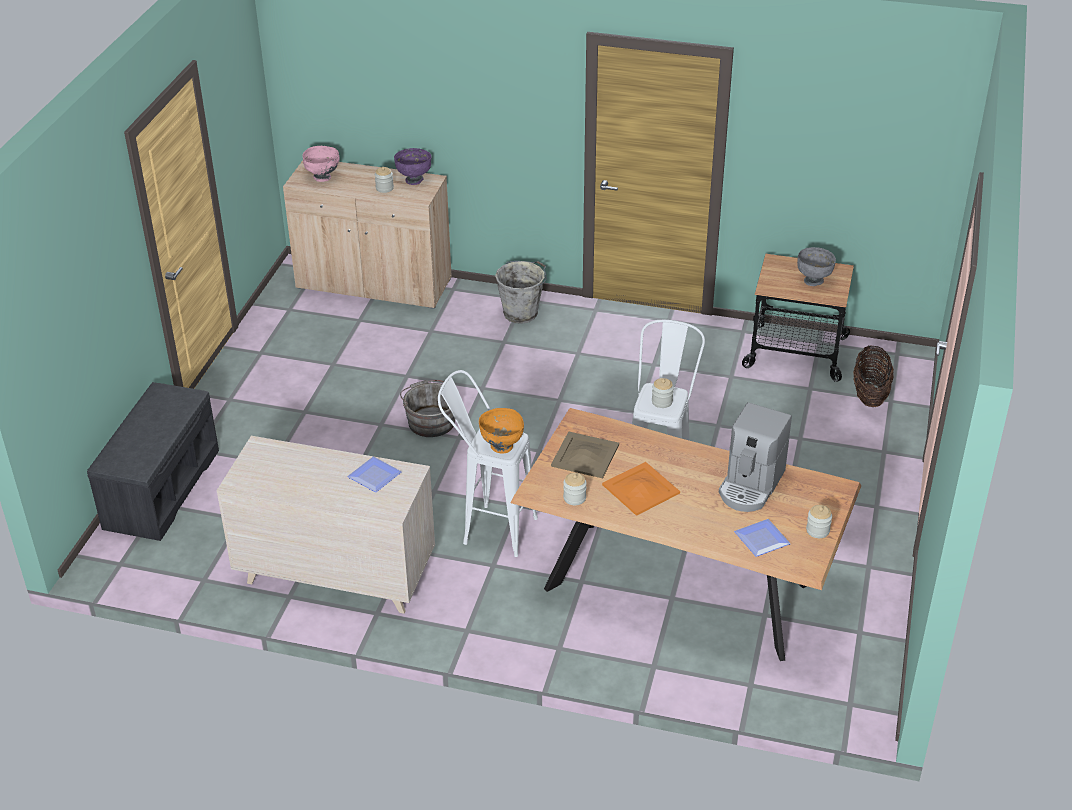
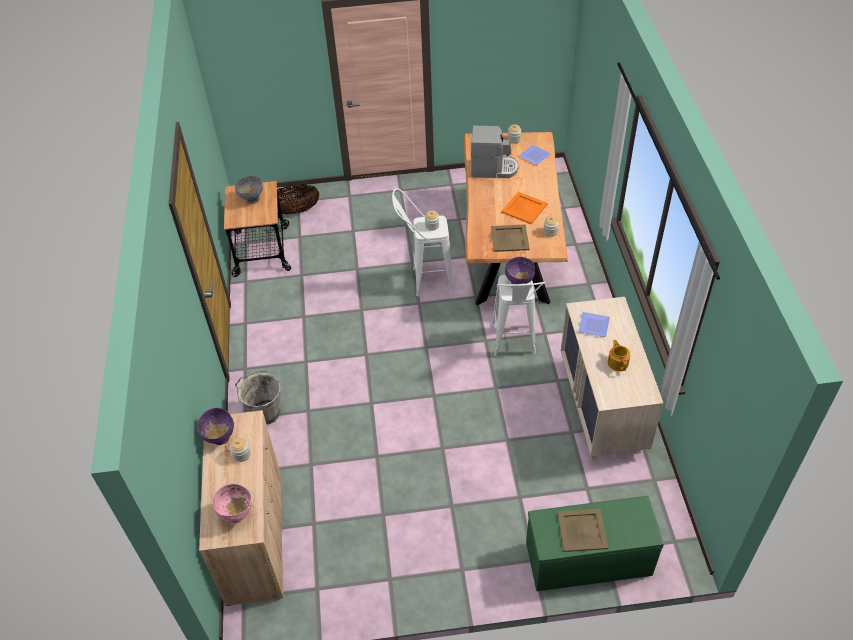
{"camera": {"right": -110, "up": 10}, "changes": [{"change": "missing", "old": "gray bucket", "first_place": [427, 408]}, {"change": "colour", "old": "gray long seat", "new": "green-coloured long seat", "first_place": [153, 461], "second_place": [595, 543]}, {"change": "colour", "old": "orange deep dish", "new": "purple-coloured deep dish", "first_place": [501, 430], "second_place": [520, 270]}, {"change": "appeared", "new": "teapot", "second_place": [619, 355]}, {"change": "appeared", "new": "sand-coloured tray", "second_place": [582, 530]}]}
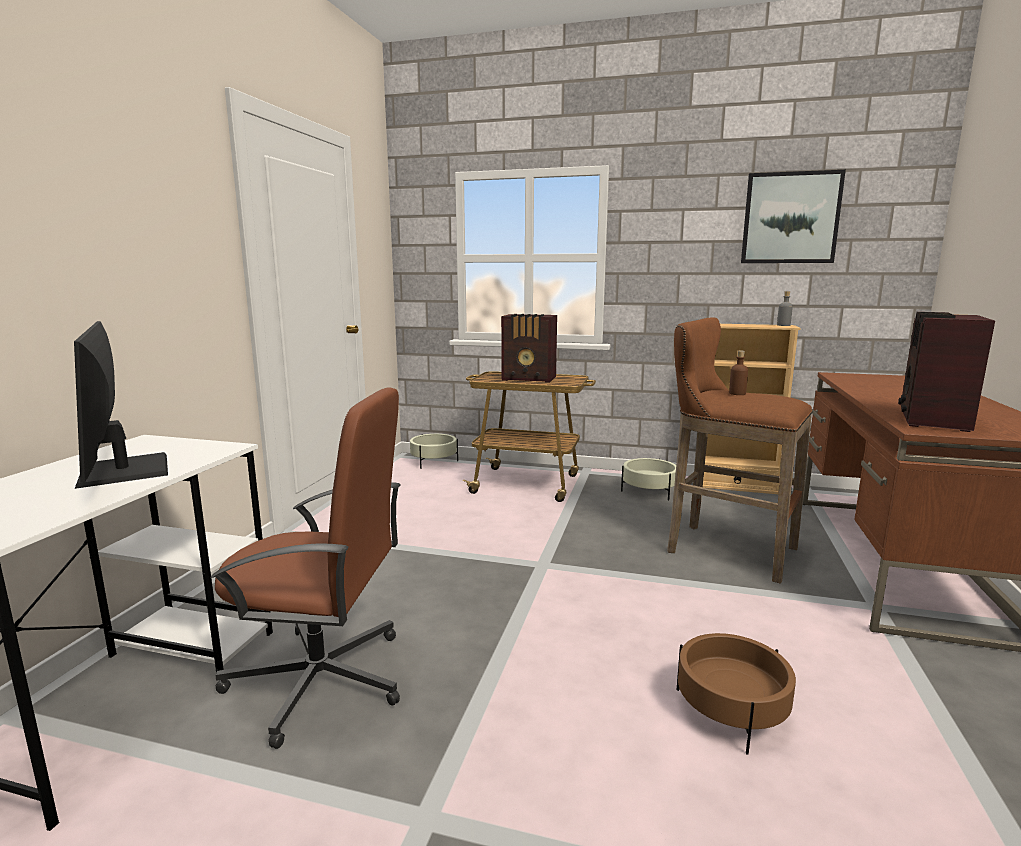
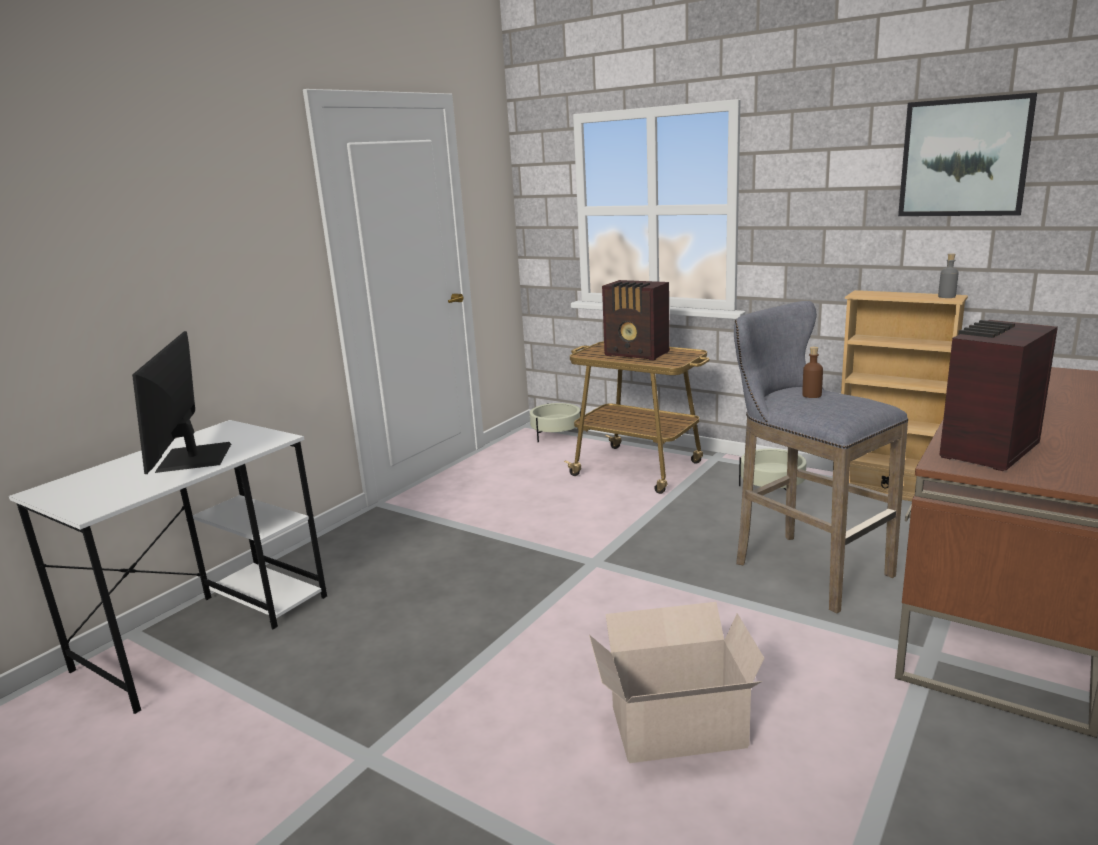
{"camera": {"right": 20, "up": 5}, "changes": [{"change": "colour", "old": "brown-coloured sitting stool", "new": "gray sitting stool", "first_place": [740, 450], "second_place": [821, 457]}, {"change": "missing", "old": "brown-coloured desk chair", "first_place": [306, 568]}, {"change": "exchanged", "old": "brown-coloured plant pot", "new": "cardboard box", "first_place": [736, 693], "second_place": [676, 682]}]}
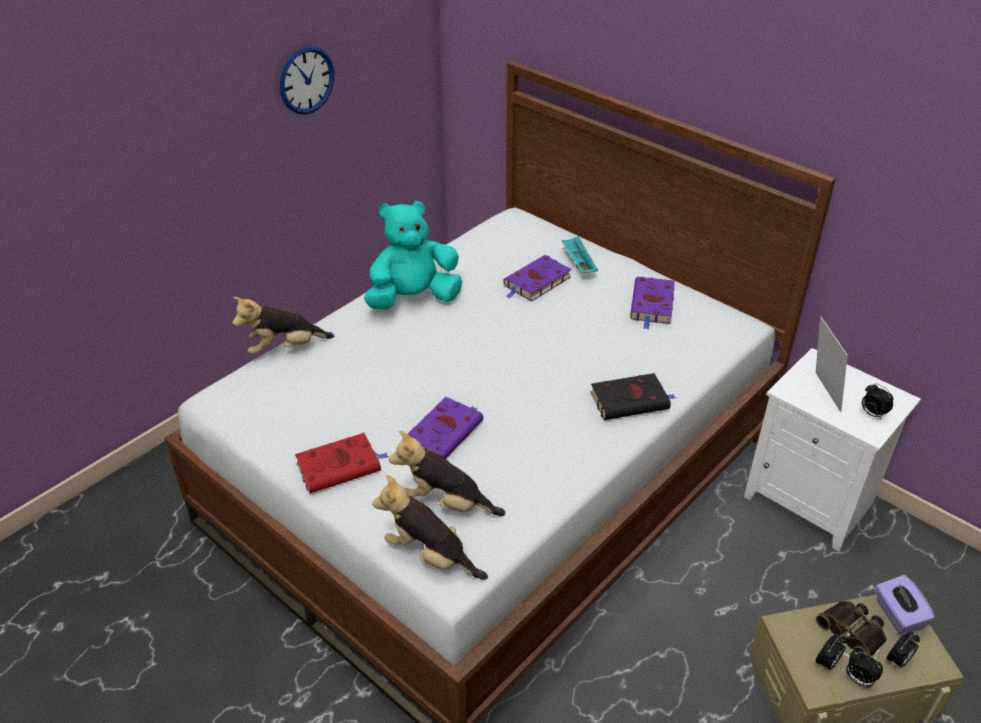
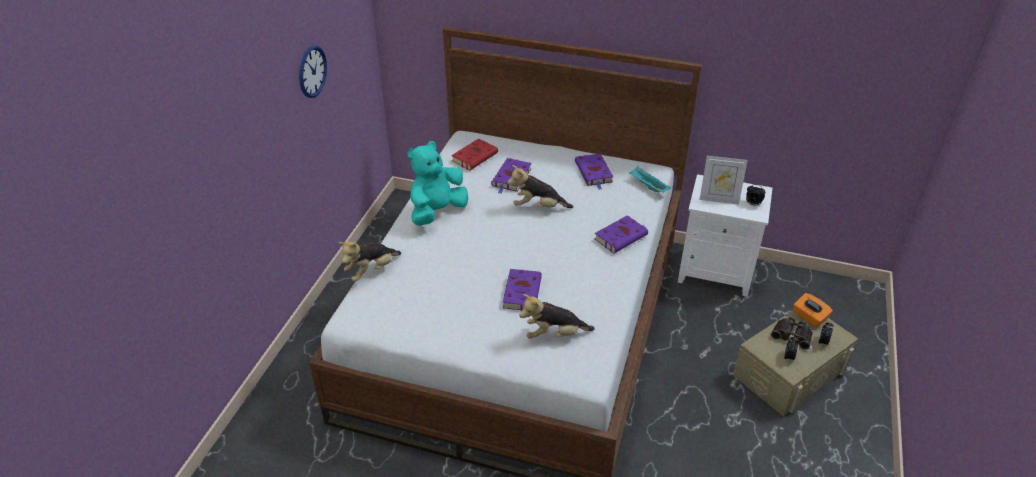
{"camera": {"right": -25, "up": 0}, "changes": [{"change": "relocated", "old": "turquoise-coloured tray", "first_place": [580, 254], "second_place": [650, 179]}, {"change": "spun", "old": "standing frame", "first_place": [832, 364], "second_place": [724, 180], "degrees": 135}, {"change": "colour", "old": "black-coloured volume", "new": "purple-coloured volume", "first_place": [633, 396], "second_place": [621, 234]}, {"change": "relocated", "old": "red volume", "first_place": [342, 463], "second_place": [474, 154]}, {"change": "relocated", "old": "cuddly toy", "first_place": [430, 527], "second_place": [540, 186]}, {"change": "colour", "old": "purple-coloured tissue box", "new": "orange tissue box", "first_place": [905, 604], "second_place": [813, 310]}, {"change": "missing", "old": "table clock", "first_place": [864, 669]}]}
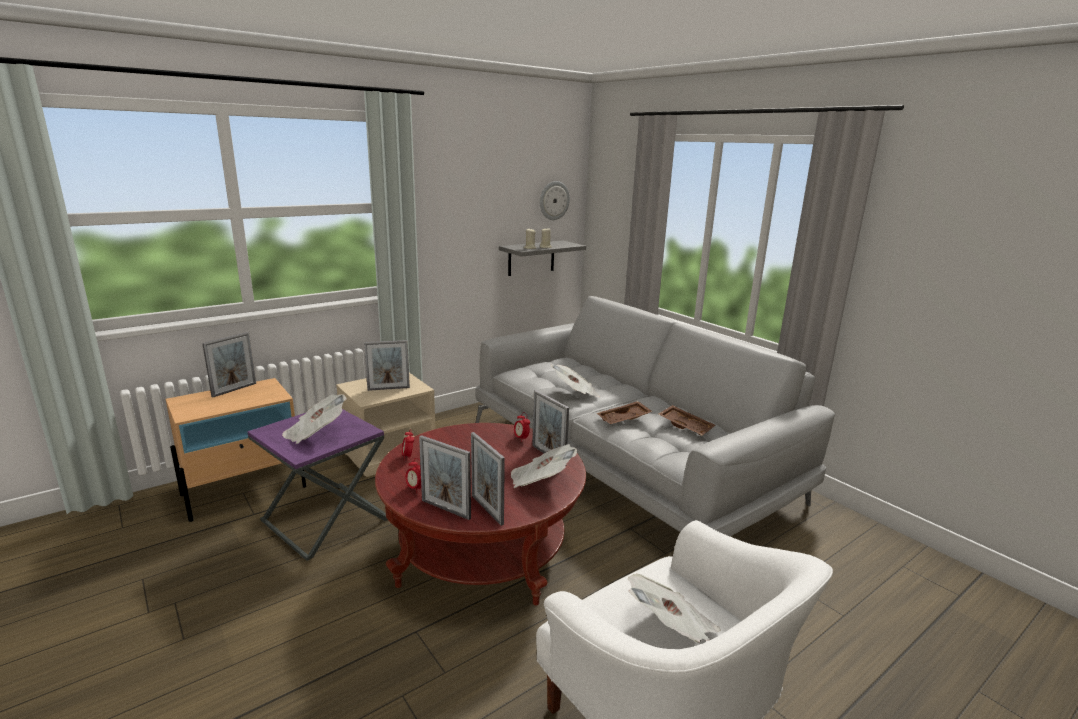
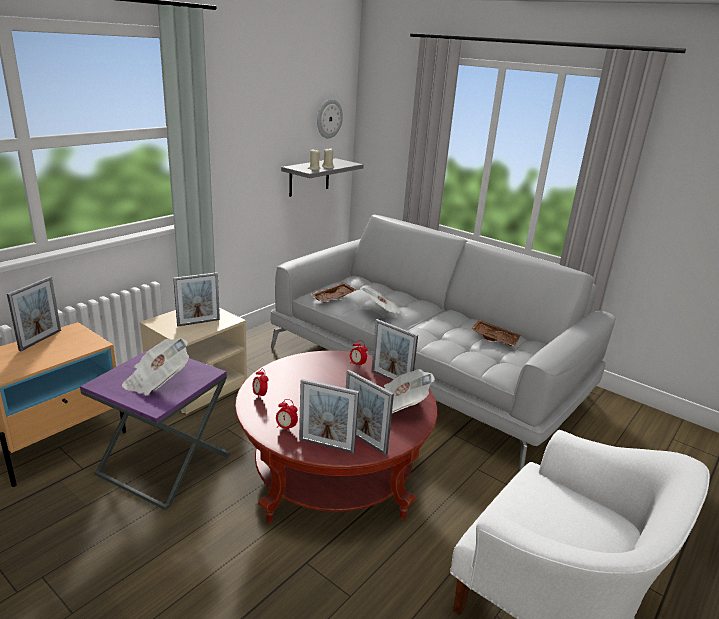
{"camera": {"right": -15, "up": 5}, "changes": [{"change": "relocated", "old": "brown-coloured tray", "first_place": [625, 412], "second_place": [333, 292]}, {"change": "missing", "old": "printed paper", "first_place": [674, 608]}]}
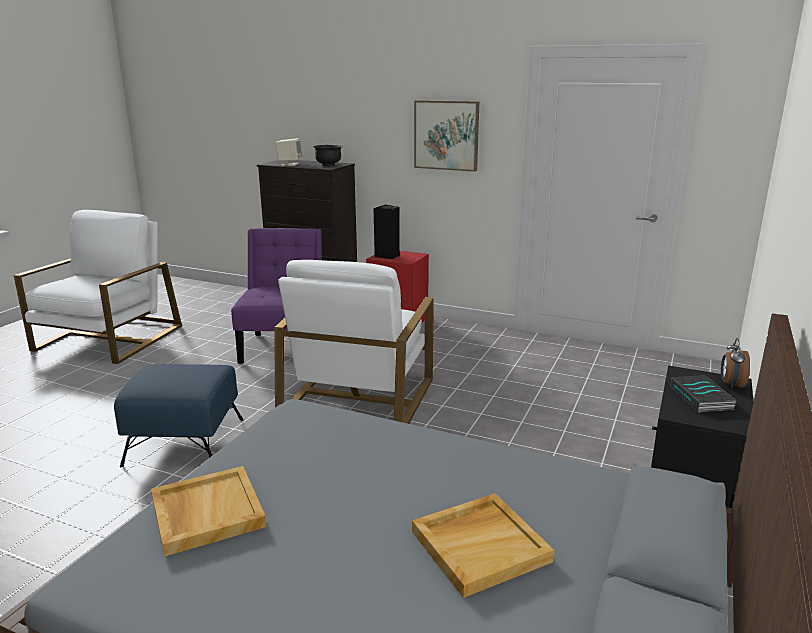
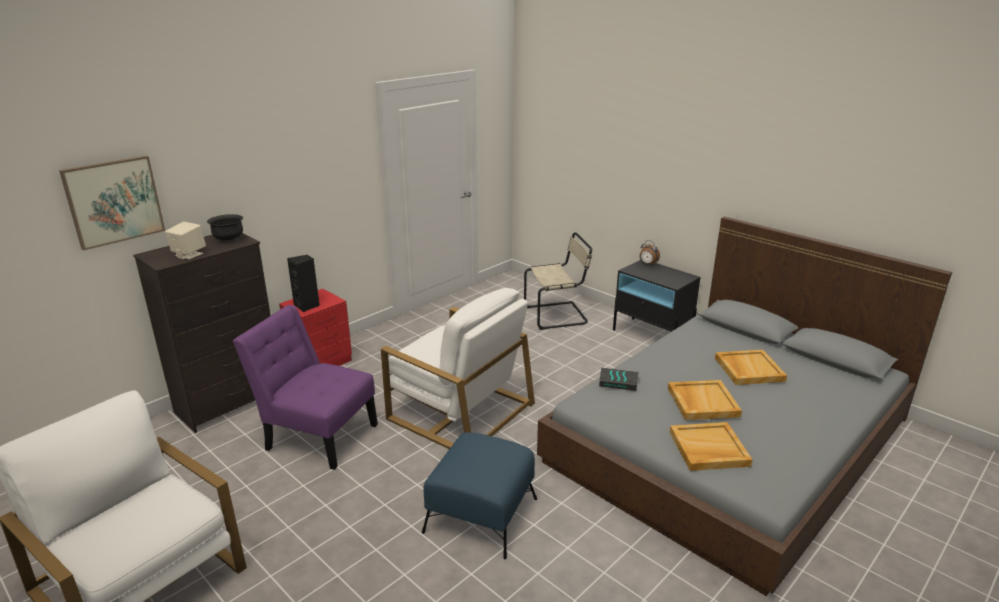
{"camera": {"right": -70, "up": 5}, "changes": [{"change": "relocated", "old": "picture", "first_place": [446, 136], "second_place": [112, 203]}, {"change": "relocated", "old": "volume", "first_place": [703, 393], "second_place": [619, 379]}, {"change": "appeared", "new": "sand-coloured chair", "second_place": [558, 281]}, {"change": "appeared", "new": "sand-coloured tray", "second_place": [705, 400]}]}
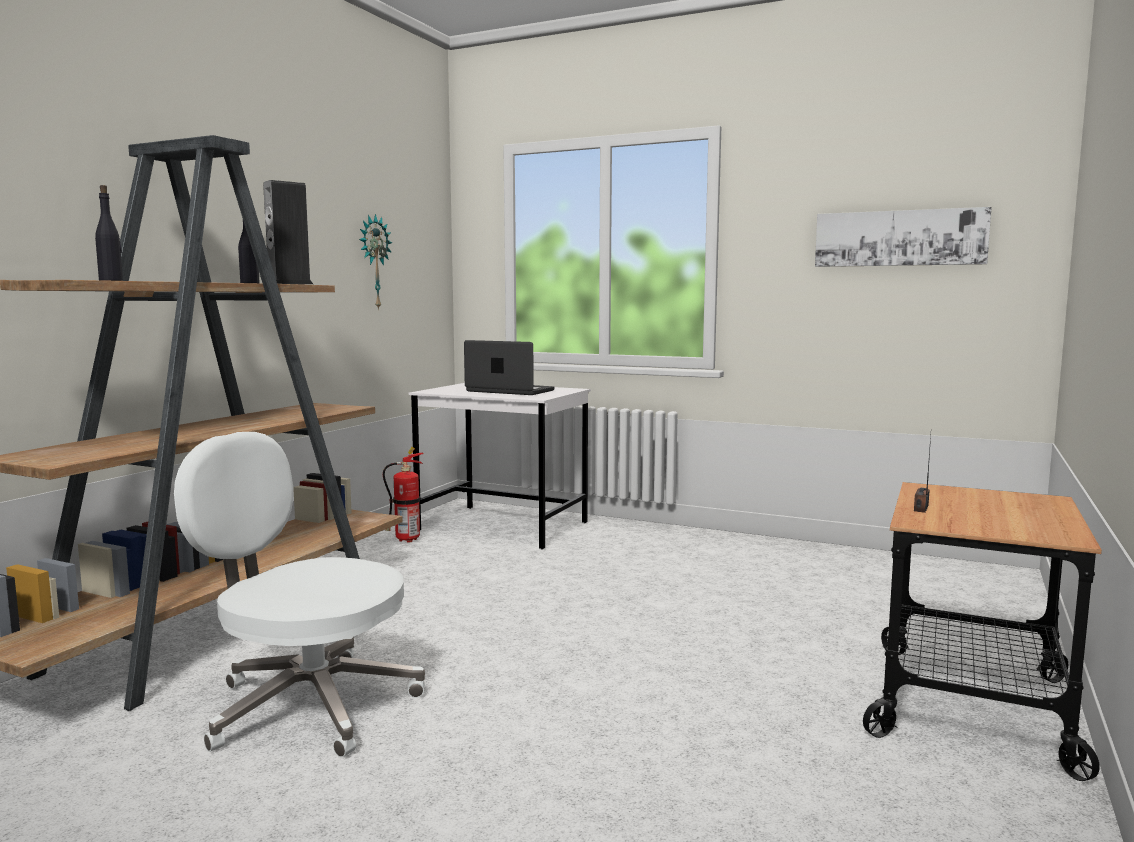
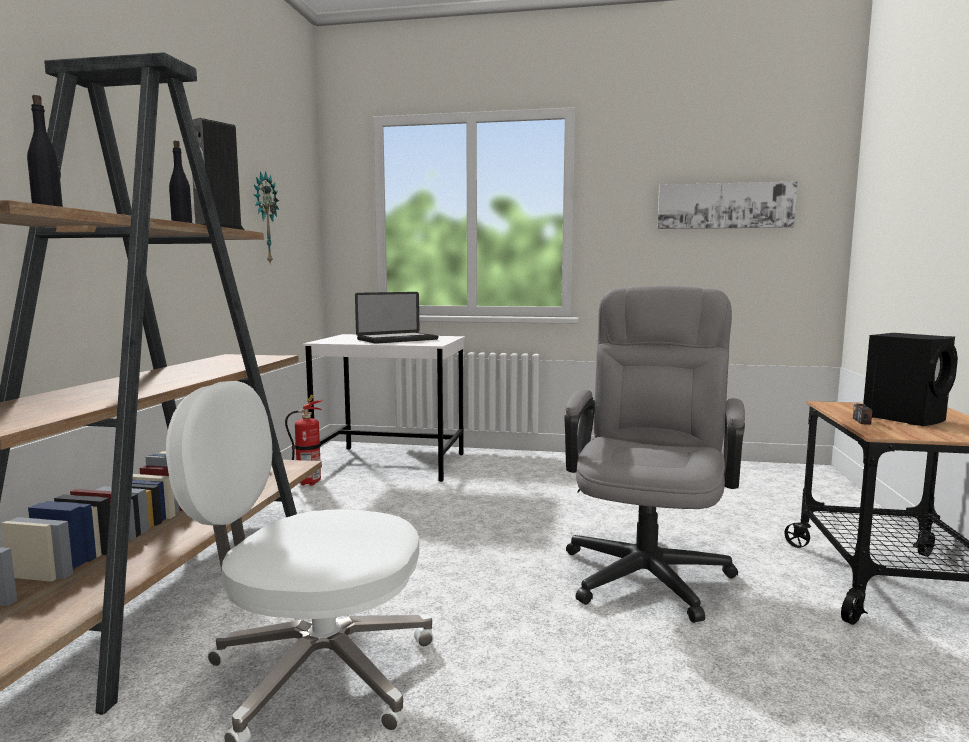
{"camera": {"right": -15, "up": 0}, "changes": [{"change": "spun", "old": "portable computer", "first_place": [509, 367], "second_place": [396, 318], "degrees": 135}, {"change": "appeared", "new": "gray desk chair", "second_place": [654, 454]}, {"change": "appeared", "new": "black-coloured loudspeaker", "second_place": [910, 379]}]}
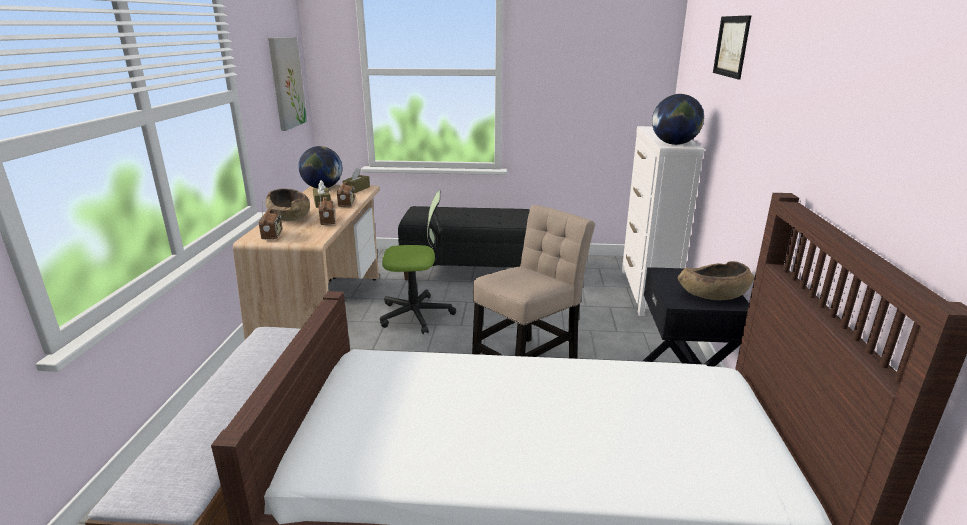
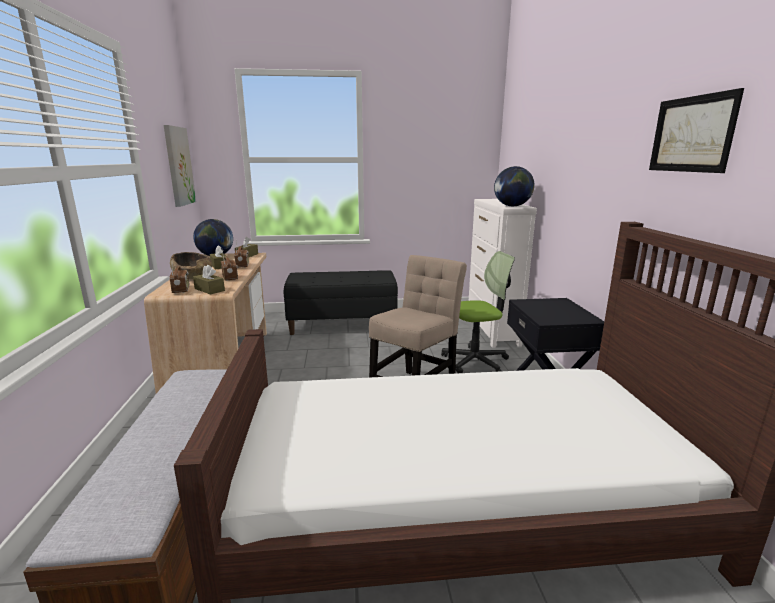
{"camera": {"right": -10, "up": -5}, "changes": [{"change": "relocated", "old": "picture", "first_place": [732, 47], "second_place": [696, 130]}, {"change": "relocated", "old": "desk chair", "first_place": [418, 262], "second_place": [478, 312]}, {"change": "missing", "old": "brown-coloured deep dish", "first_place": [716, 280]}, {"change": "appeared", "new": "brown-coloured tissue box", "second_place": [209, 279]}]}
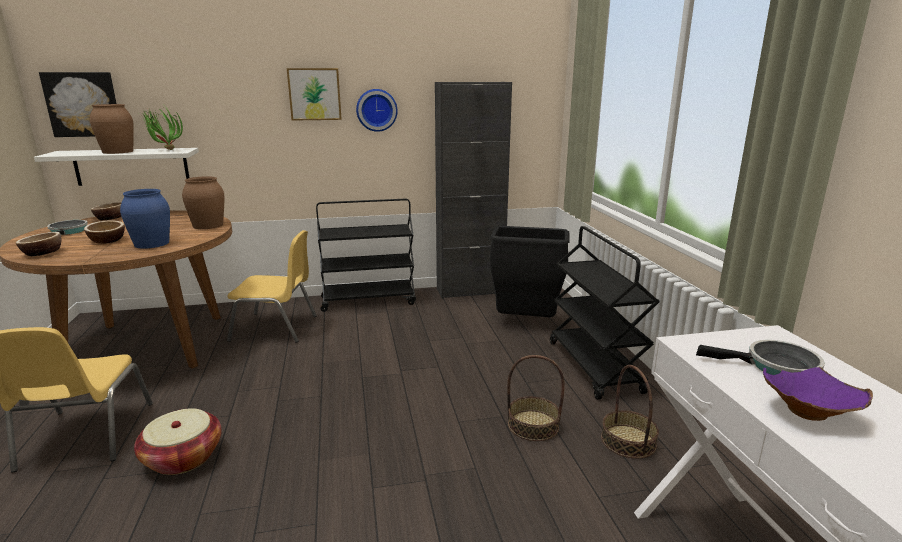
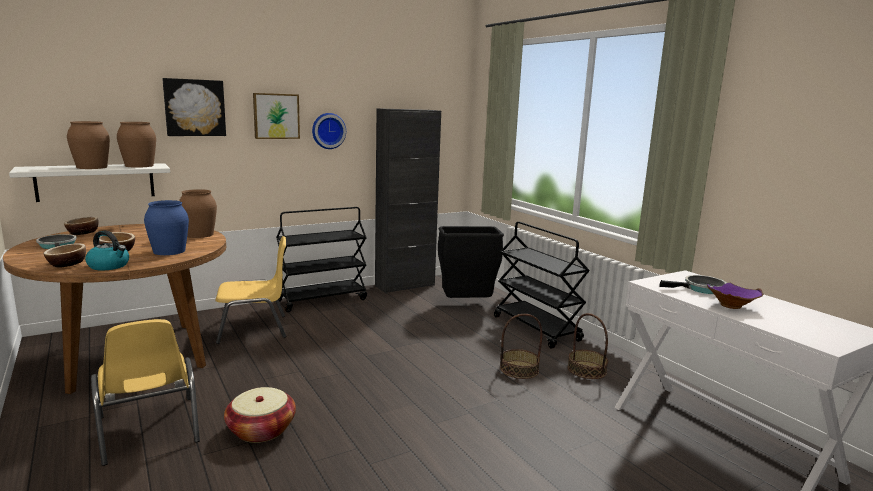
{"camera": {"right": -20, "up": -5}, "changes": [{"change": "relocated", "old": "picture", "first_place": [78, 104], "second_place": [194, 107]}, {"change": "exchanged", "old": "plant in a pot", "new": "brown-coloured flower vase", "first_place": [161, 129], "second_place": [136, 145]}, {"change": "appeared", "new": "kettle", "second_place": [107, 251]}]}
